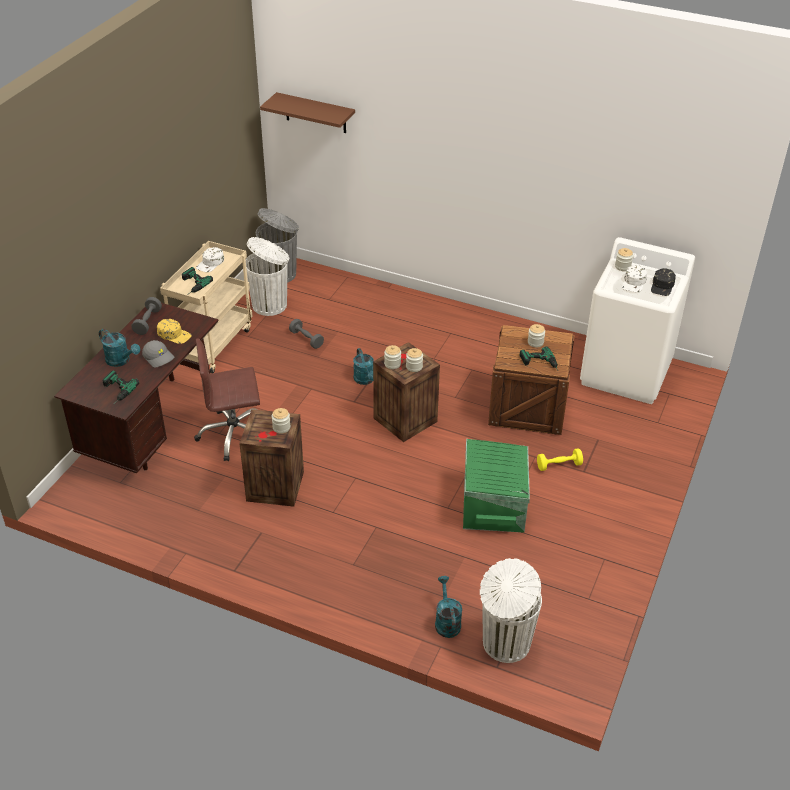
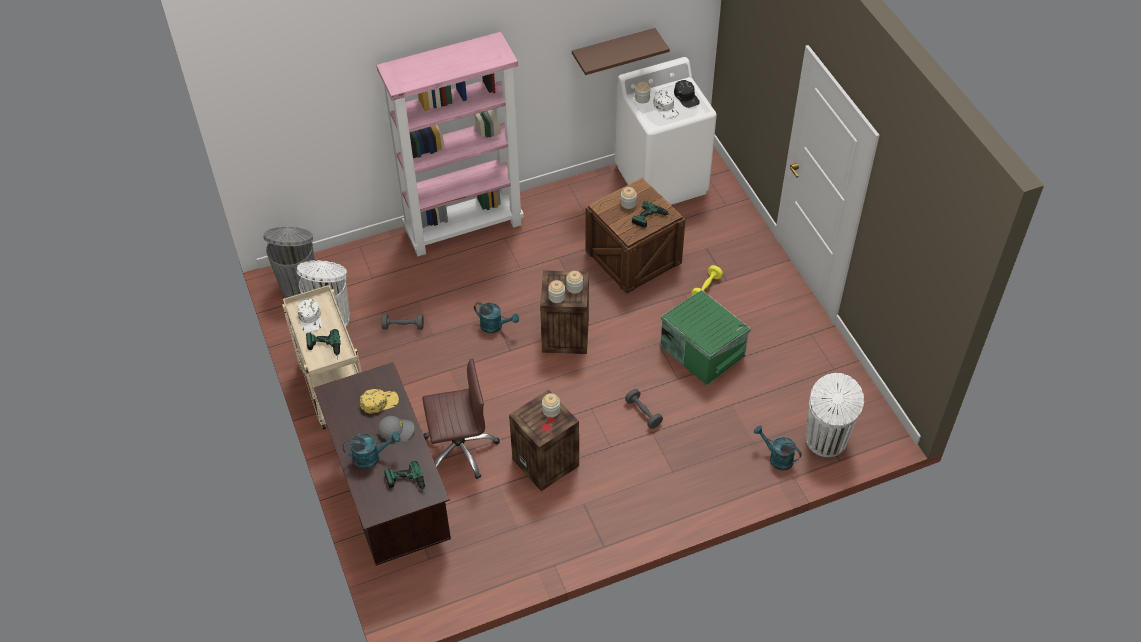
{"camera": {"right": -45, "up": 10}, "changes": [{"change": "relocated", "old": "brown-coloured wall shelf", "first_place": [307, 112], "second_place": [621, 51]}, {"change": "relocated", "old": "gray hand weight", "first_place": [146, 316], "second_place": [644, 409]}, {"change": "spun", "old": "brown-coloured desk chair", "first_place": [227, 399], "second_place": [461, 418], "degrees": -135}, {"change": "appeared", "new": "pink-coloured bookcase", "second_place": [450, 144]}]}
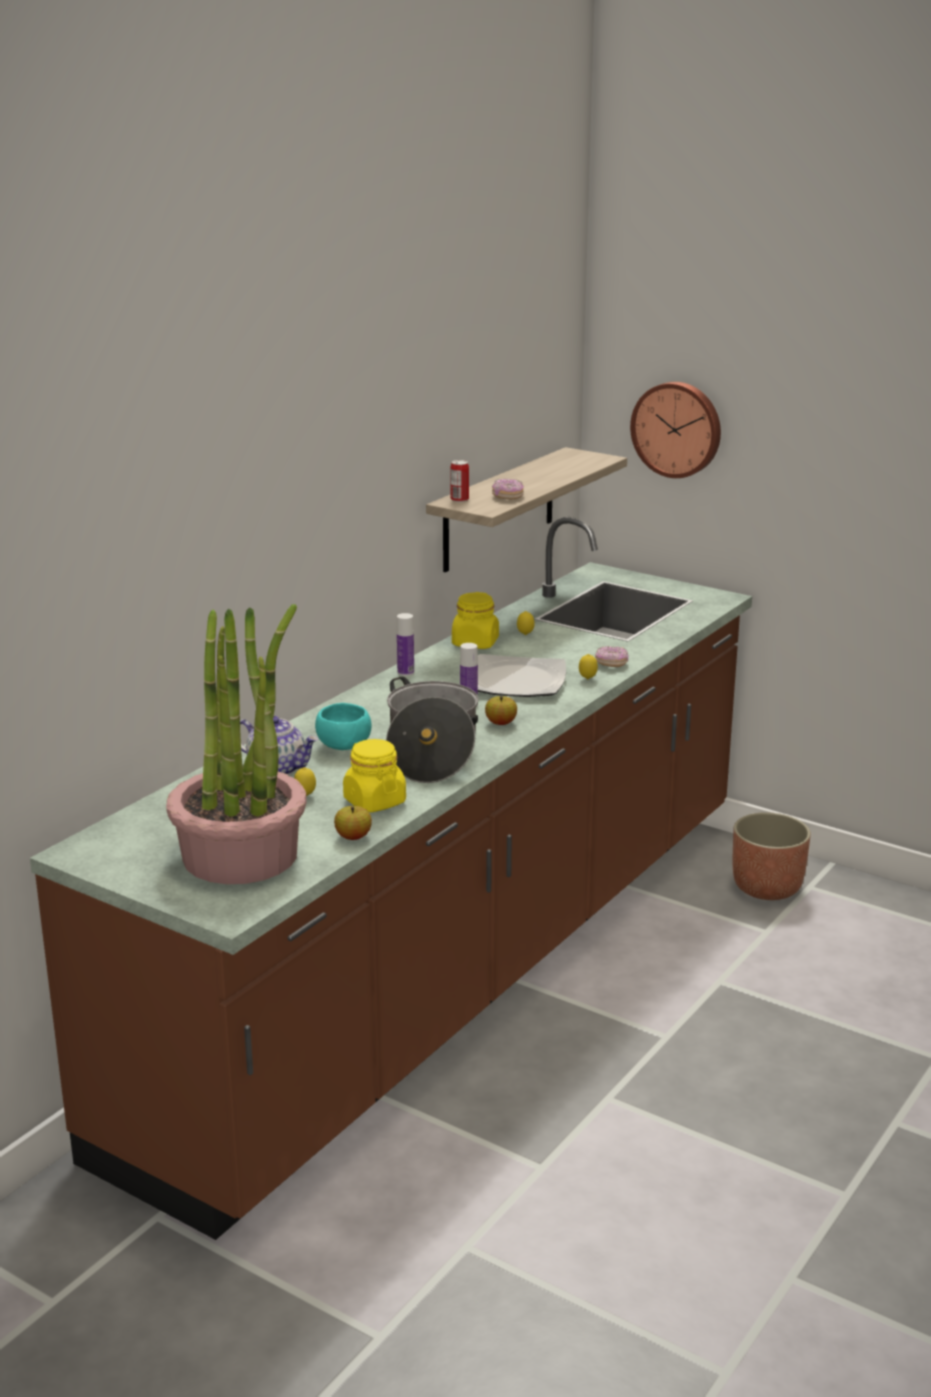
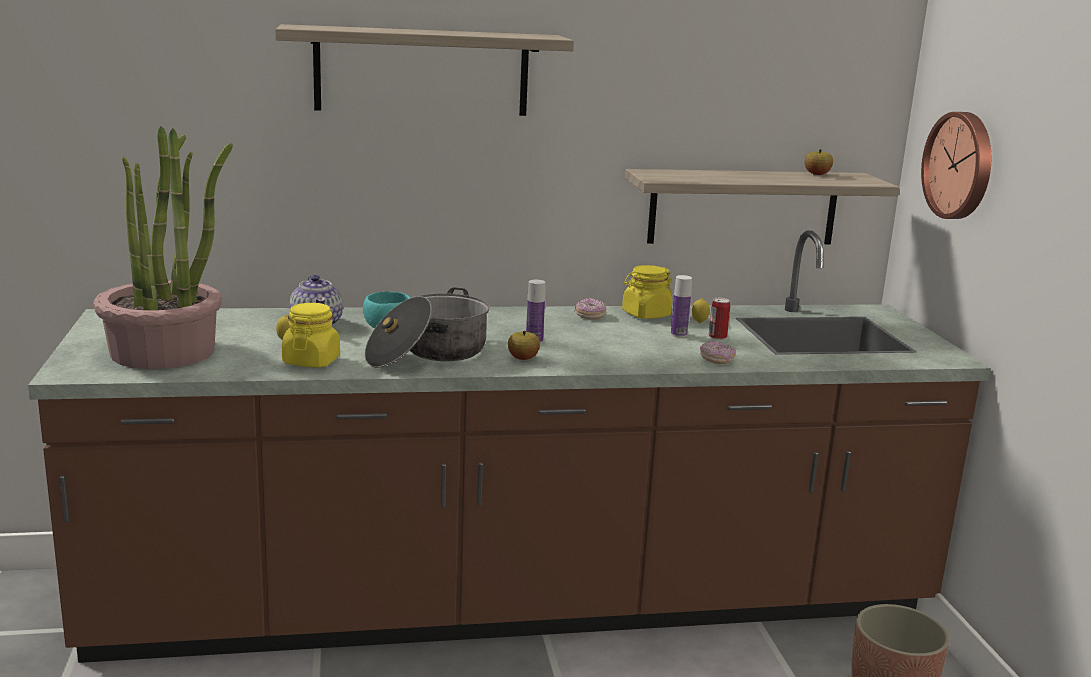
{"camera": {"right": 45, "up": -5}, "changes": [{"change": "relocated", "old": "can", "first_place": [459, 481], "second_place": [719, 319]}, {"change": "relocated", "old": "donut", "first_place": [508, 489], "second_place": [590, 309]}, {"change": "relocated", "old": "drink bottle", "first_place": [405, 644], "second_place": [681, 306]}, {"change": "missing", "old": "flat dish", "first_place": [522, 675]}, {"change": "missing", "old": "citrus fruit", "first_place": [588, 667]}, {"change": "relocated", "old": "apple fruit", "first_place": [353, 823], "second_place": [819, 162]}, {"change": "appeared", "new": "wall shelf", "second_place": [424, 70]}]}
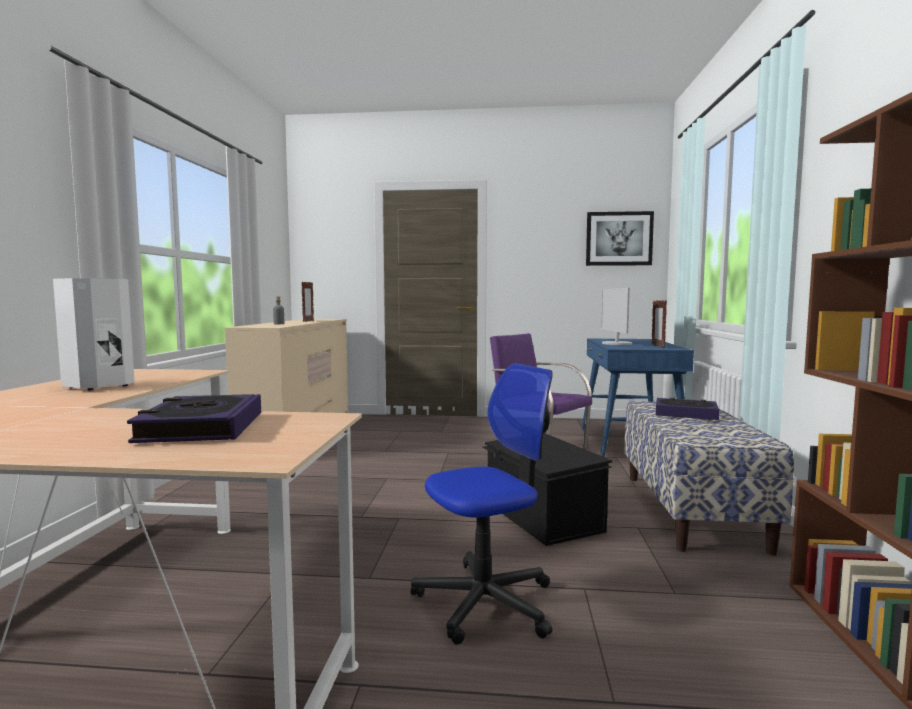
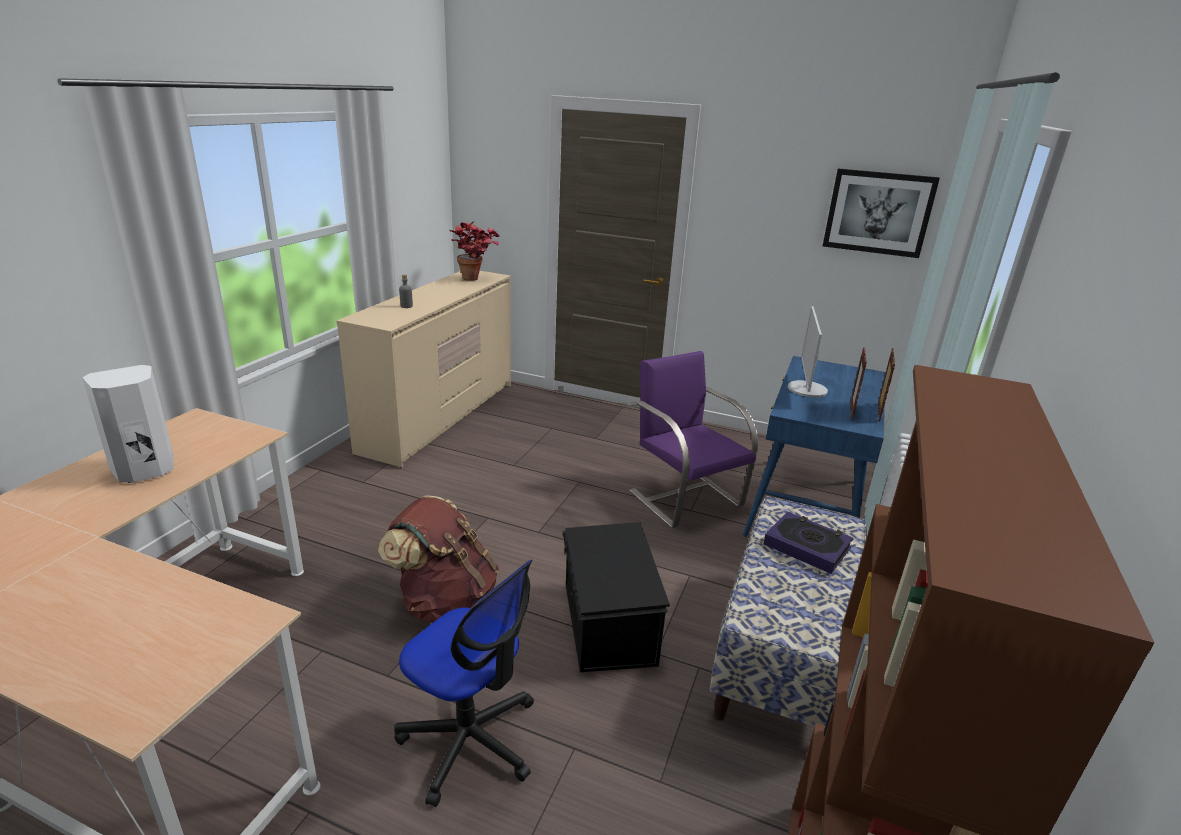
{"camera": {"right": 15, "up": 20}, "changes": [{"change": "relocated", "old": "standing frame", "first_place": [307, 302], "second_place": [886, 385]}, {"change": "spun", "old": "desk chair", "first_place": [482, 504], "second_place": [464, 683], "degrees": 45}, {"change": "missing", "old": "volume", "first_place": [194, 418]}, {"change": "appeared", "new": "plant in a pot", "second_place": [474, 251]}, {"change": "appeared", "new": "brown-coloured knapsack", "second_place": [438, 559]}]}
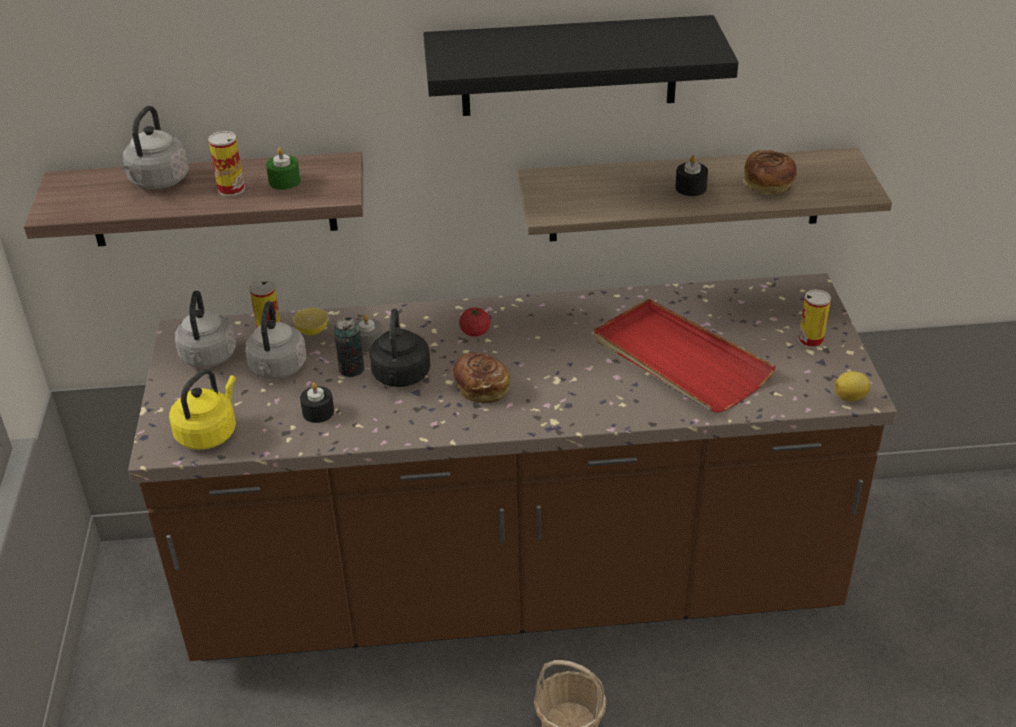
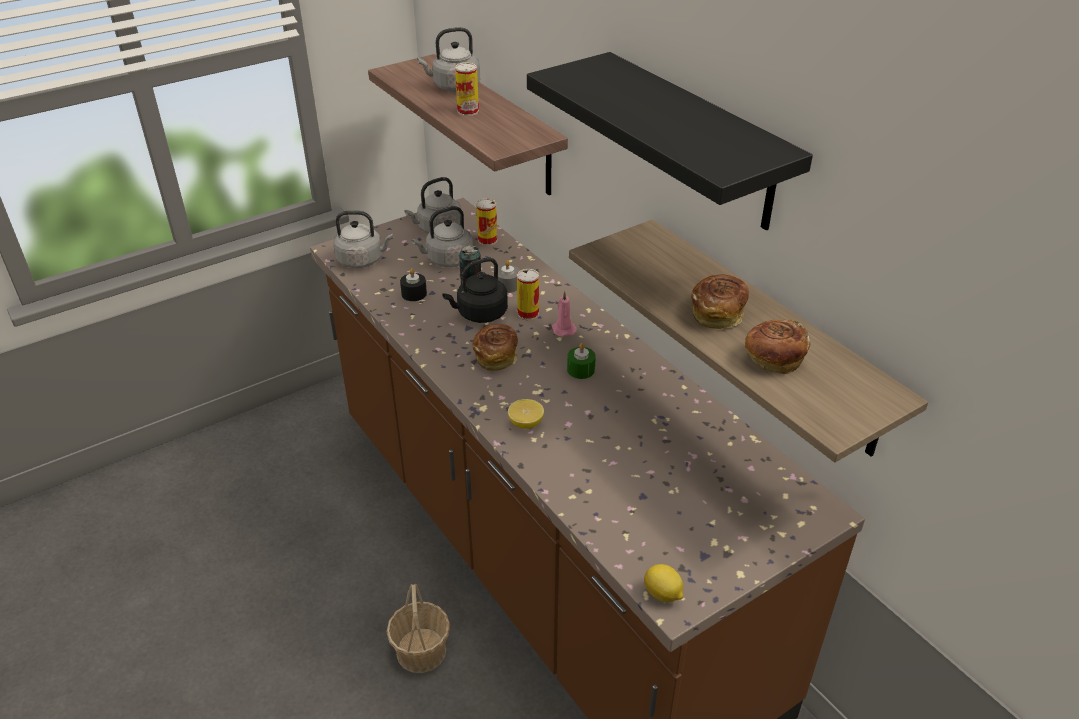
{"camera": {"right": 60, "up": 0}, "changes": [{"change": "relocated", "old": "green-coloured wax light", "first_place": [283, 168], "second_place": [581, 361]}, {"change": "exchanged", "old": "black-coloured wax light", "new": "bread", "first_place": [691, 175], "second_place": [720, 301]}, {"change": "relocated", "old": "can", "first_place": [814, 319], "second_place": [528, 294]}, {"change": "missing", "old": "red tray", "first_place": [685, 355]}, {"change": "relocated", "old": "citrus fruit", "first_place": [310, 321], "second_place": [526, 414]}, {"change": "exchanged", "old": "whole tomato", "new": "pink-coloured wax light", "first_place": [475, 322], "second_place": [564, 314]}, {"change": "colour", "old": "yellow kettle", "new": "gray kettle", "first_place": [202, 409], "second_place": [363, 239]}]}
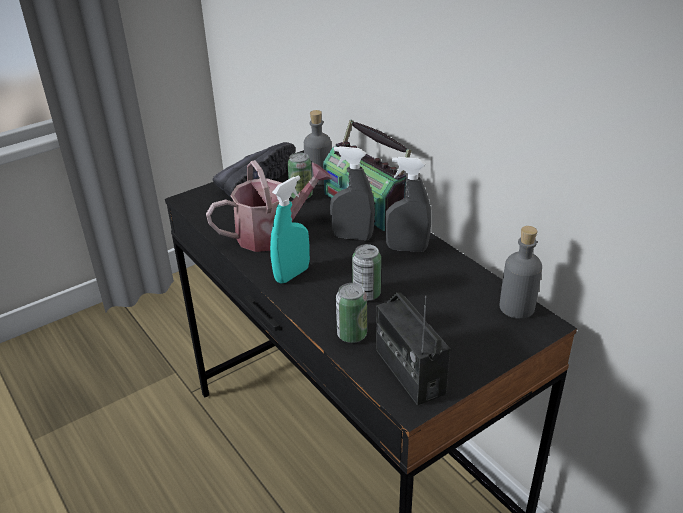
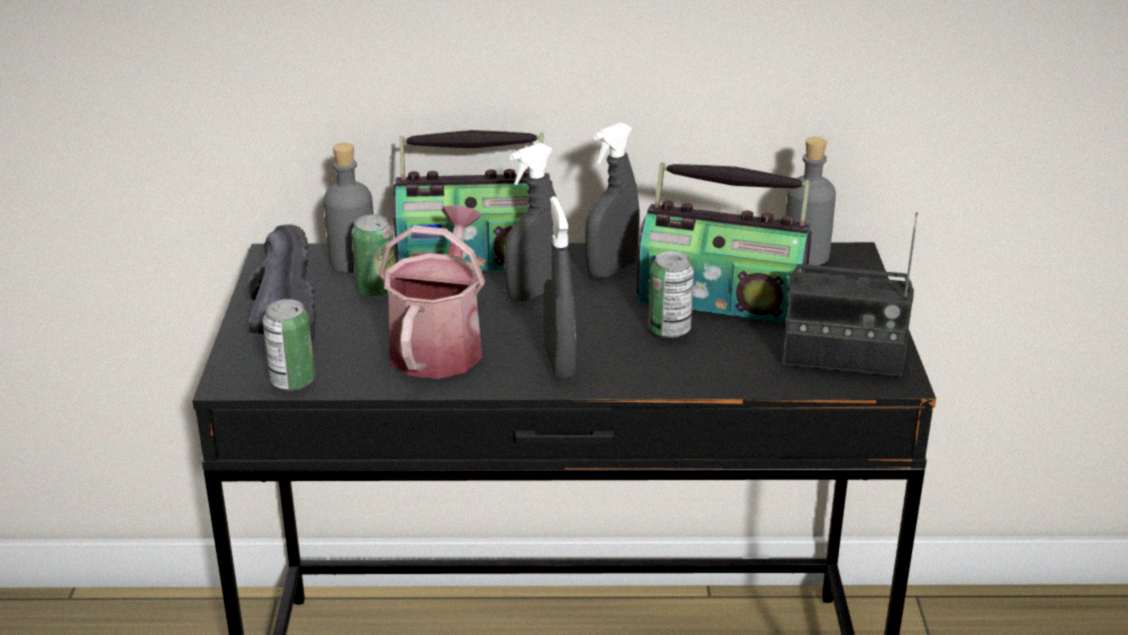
{"camera": {"right": -55, "up": -5}, "changes": [{"change": "colour", "old": "turquoise-coloured spray bottle", "new": "gray spray bottle", "first_place": [290, 229], "second_place": [559, 287]}, {"change": "relocated", "old": "can", "first_place": [351, 313], "second_place": [289, 345]}, {"change": "appeared", "new": "radio", "second_place": [724, 243]}]}
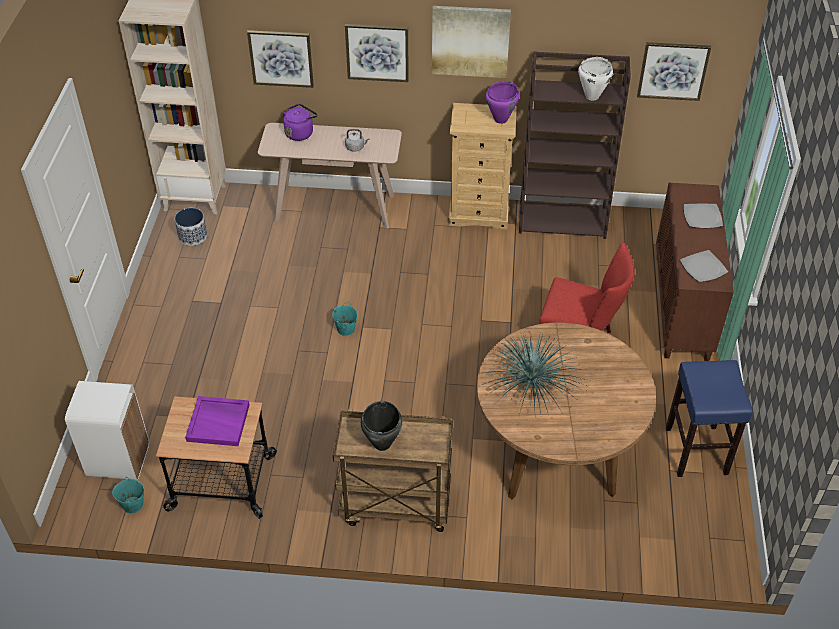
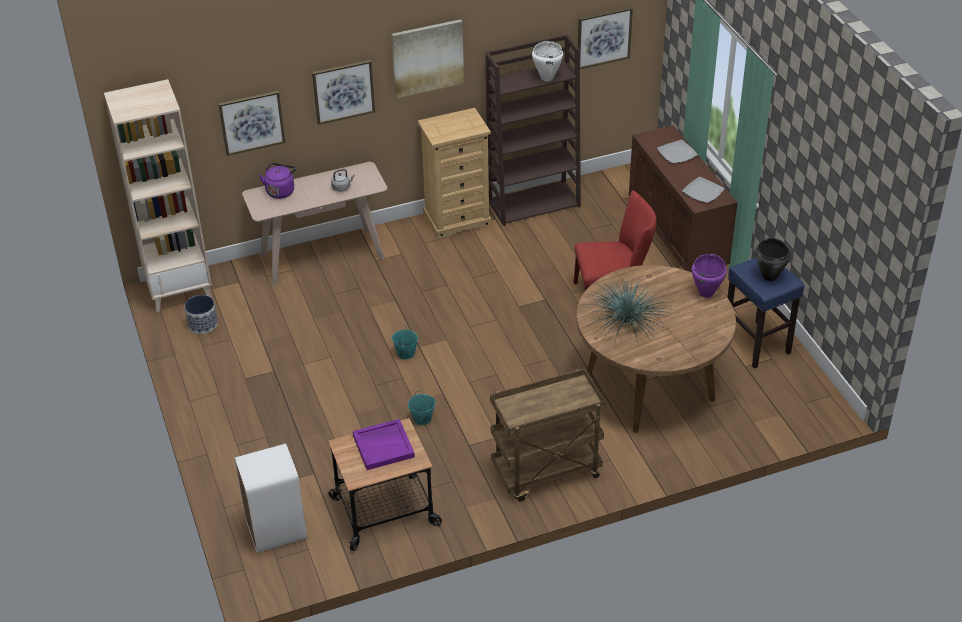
{"camera": {"right": -25, "up": -5}, "changes": [{"change": "relocated", "old": "purple-coloured saucepot", "first_place": [502, 102], "second_place": [709, 276]}, {"change": "relocated", "old": "black-coloured saucepot", "first_place": [381, 426], "second_place": [773, 259]}, {"change": "relocated", "old": "turquoise-coloured bucket", "first_place": [128, 495], "second_place": [422, 408]}]}
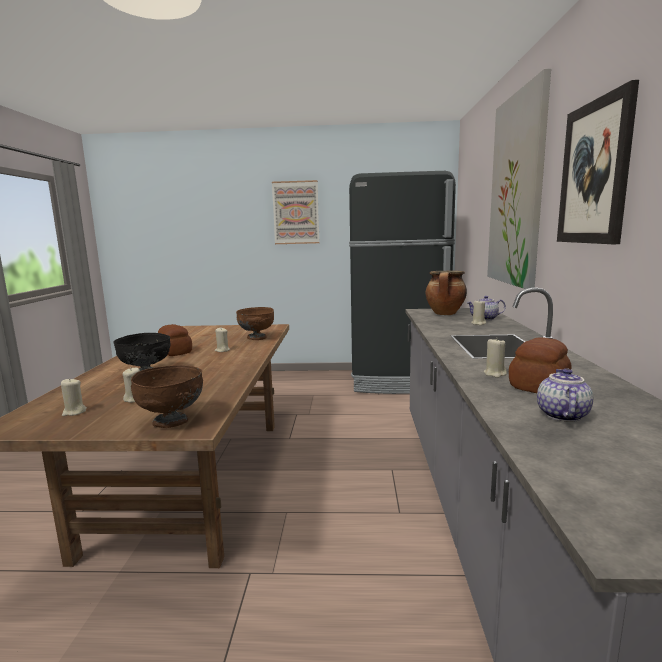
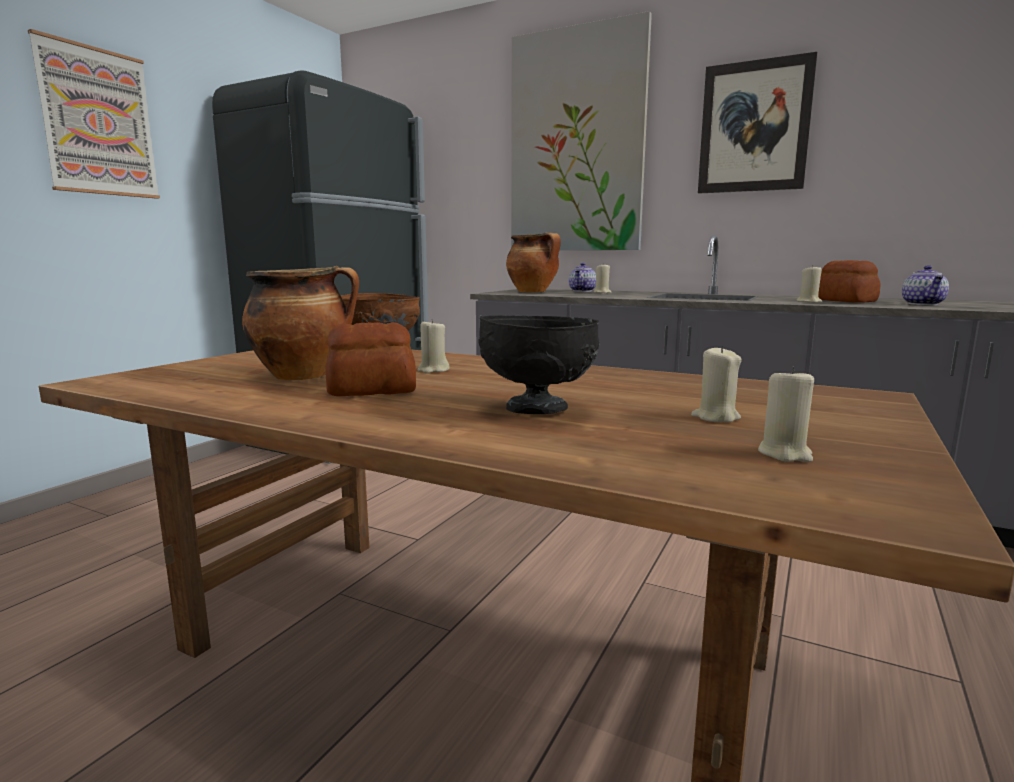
{"camera": {"right": -65, "up": 0}, "changes": [{"change": "missing", "old": "brown-coloured deep dish", "first_place": [167, 396]}, {"change": "spun", "old": "teapot", "first_place": [565, 395], "second_place": [925, 285], "degrees": -120}, {"change": "appeared", "new": "saucepot", "second_place": [300, 323]}]}
